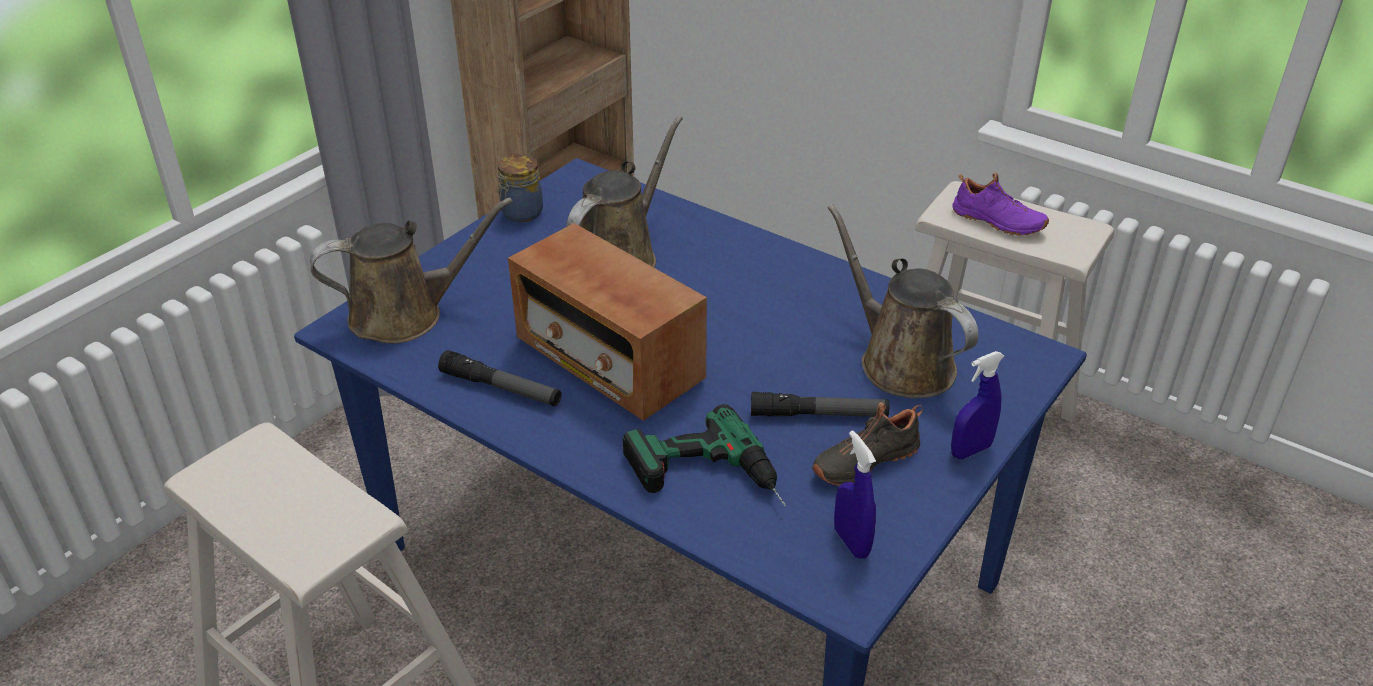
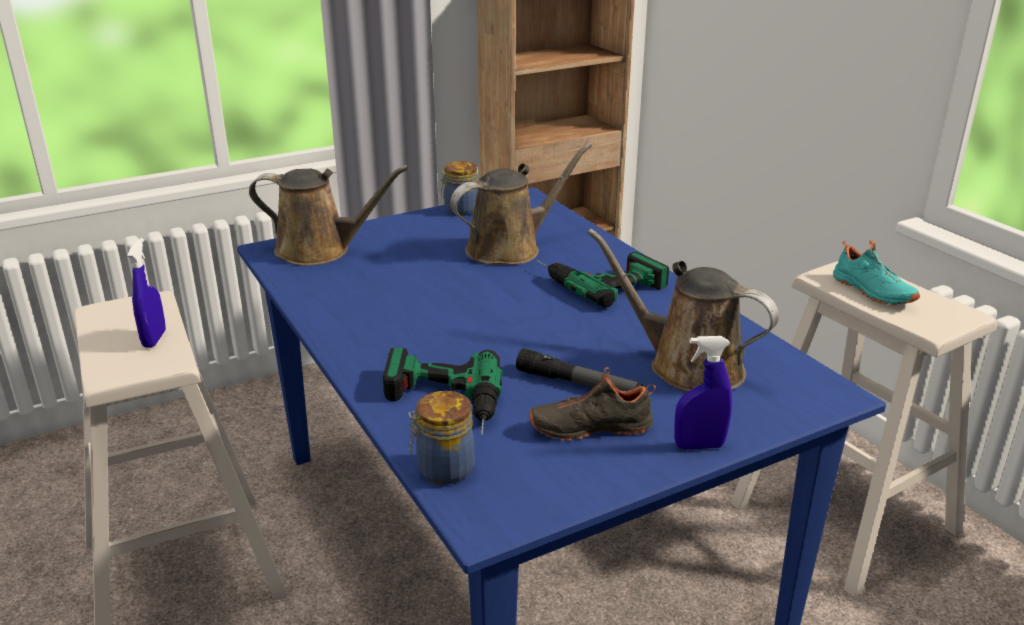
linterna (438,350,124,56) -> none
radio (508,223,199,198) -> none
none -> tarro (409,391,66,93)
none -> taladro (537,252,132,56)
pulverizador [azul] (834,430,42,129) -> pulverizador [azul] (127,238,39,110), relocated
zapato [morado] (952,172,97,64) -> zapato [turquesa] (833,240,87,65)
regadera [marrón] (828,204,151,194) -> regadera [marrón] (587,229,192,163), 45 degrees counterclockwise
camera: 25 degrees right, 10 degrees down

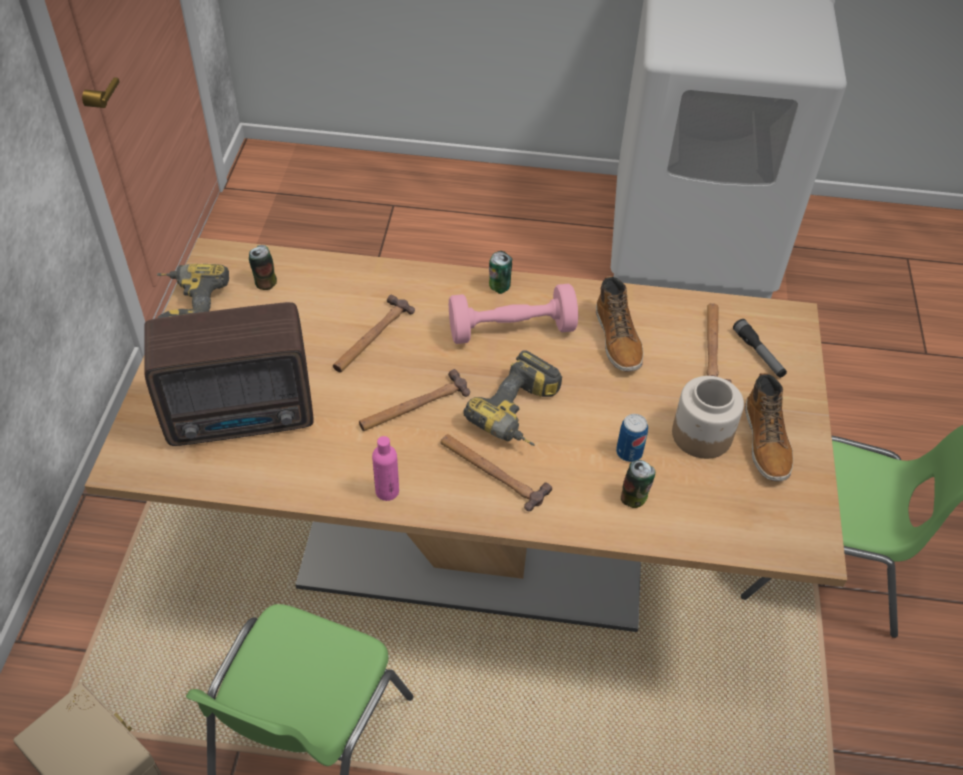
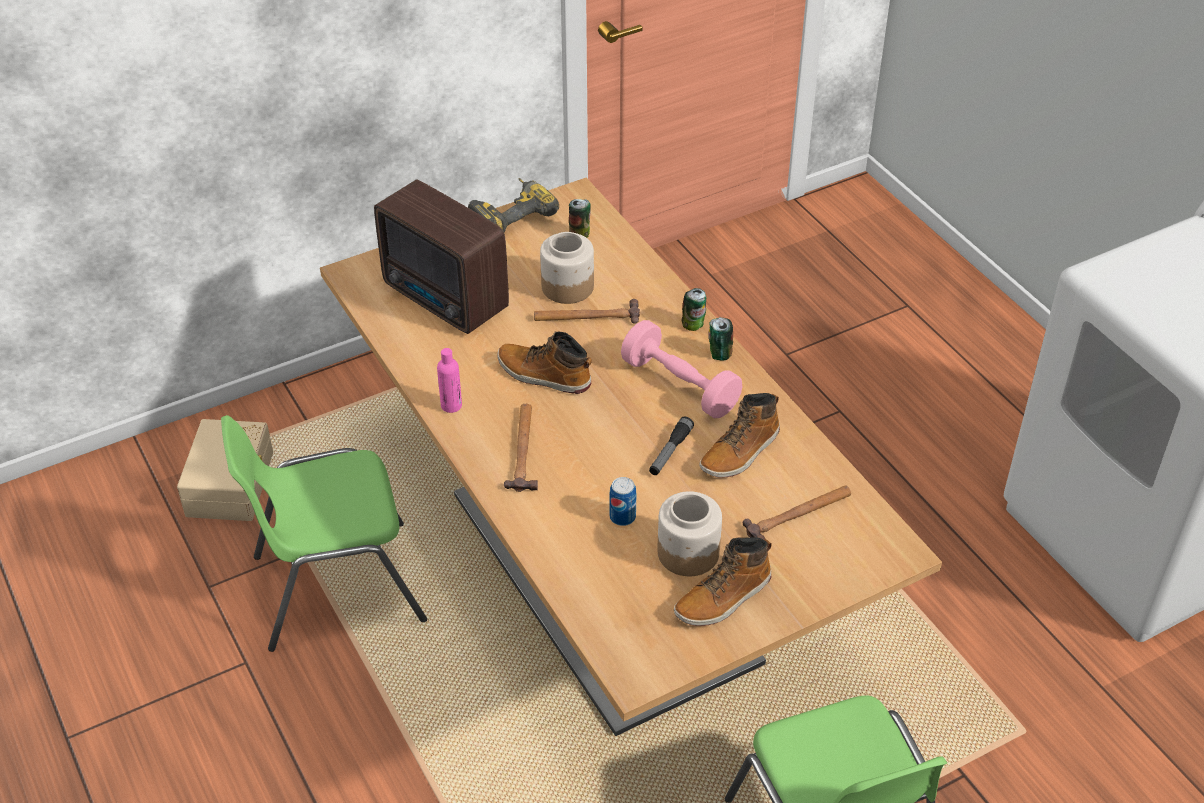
taladro (463,350,99,96) -> none
none -> tarro (540,232,54,72)
lata (621,460,34,48) -> lata (682,288,24,43), relocated
linterna (733,319,54,59) -> linterna (649,417,45,58), relocated
martillo (359,369,111,62) -> bota (497,332,95,62)
camera: 55 degrees right, 5 degrees down

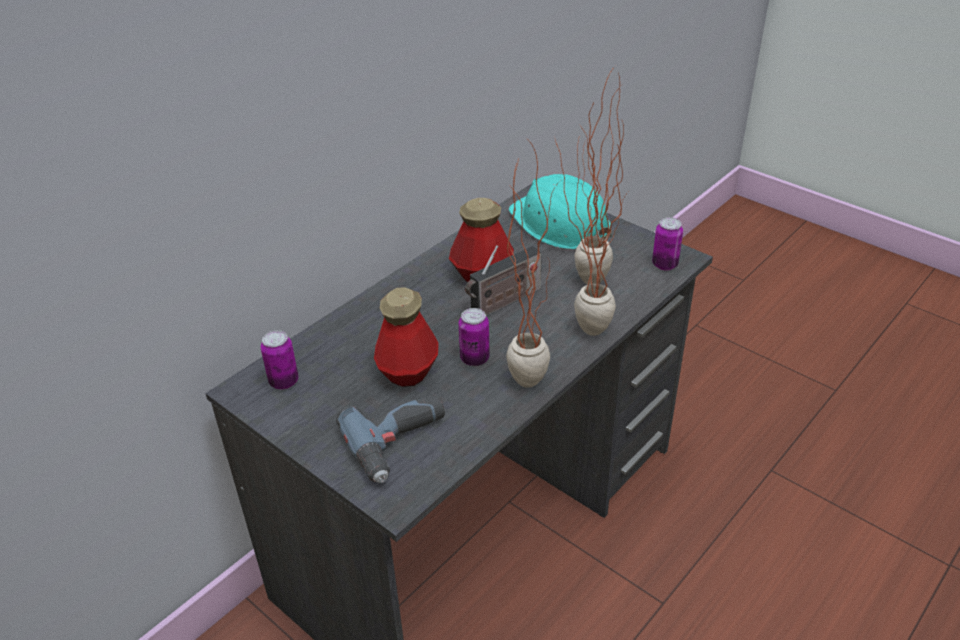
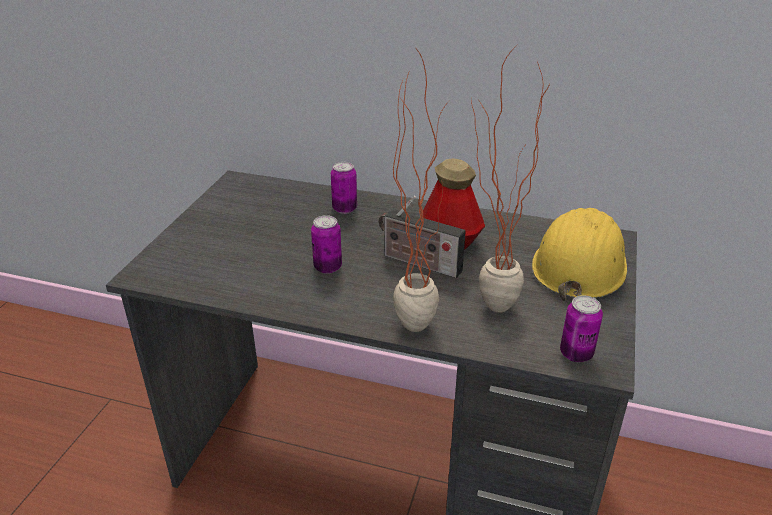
taladro (336,394,109,89) -> none
botella (374,287,65,100) -> none
planta en maceta (506,138,54,250) -> none
lata (260,330,39,59) -> lata (331,162,26,52), relocated
casco [turquesa] (509,174,103,75) -> casco [amarillo] (532,208,95,93)
camera: 65 degrees right, 5 degrees down

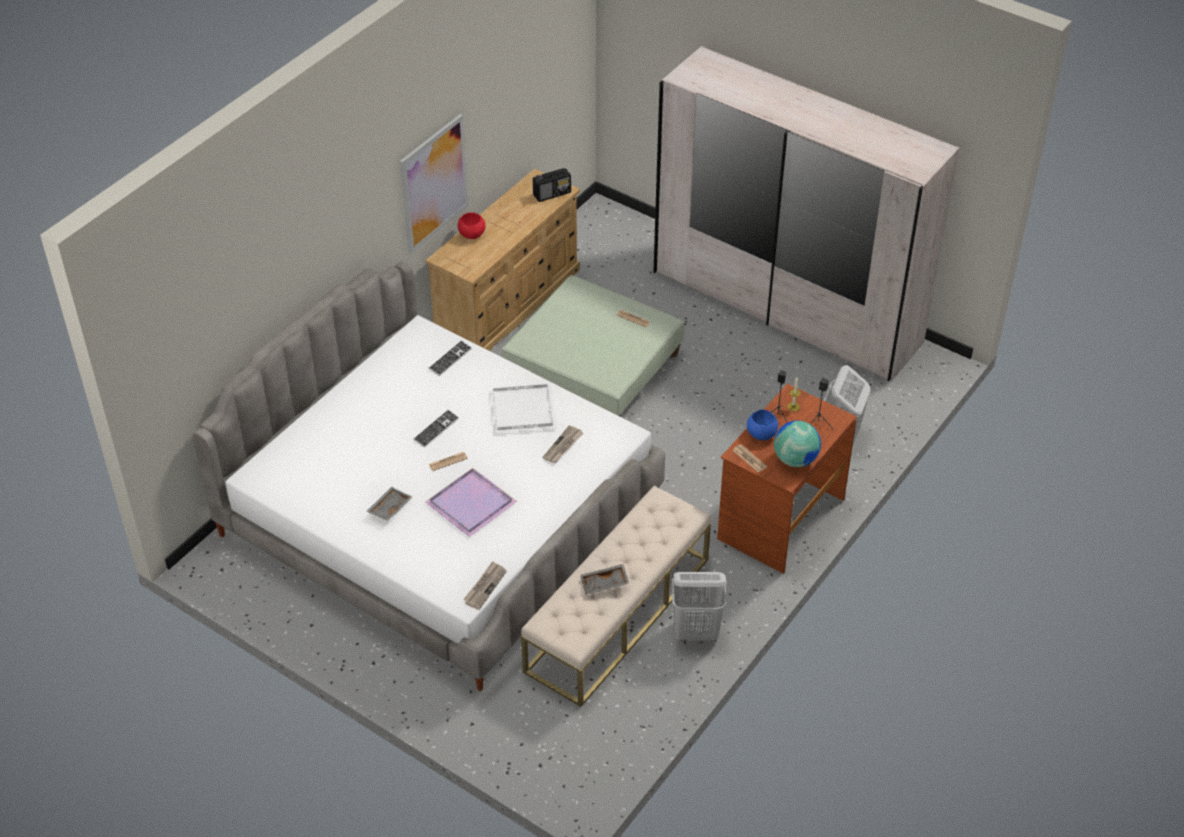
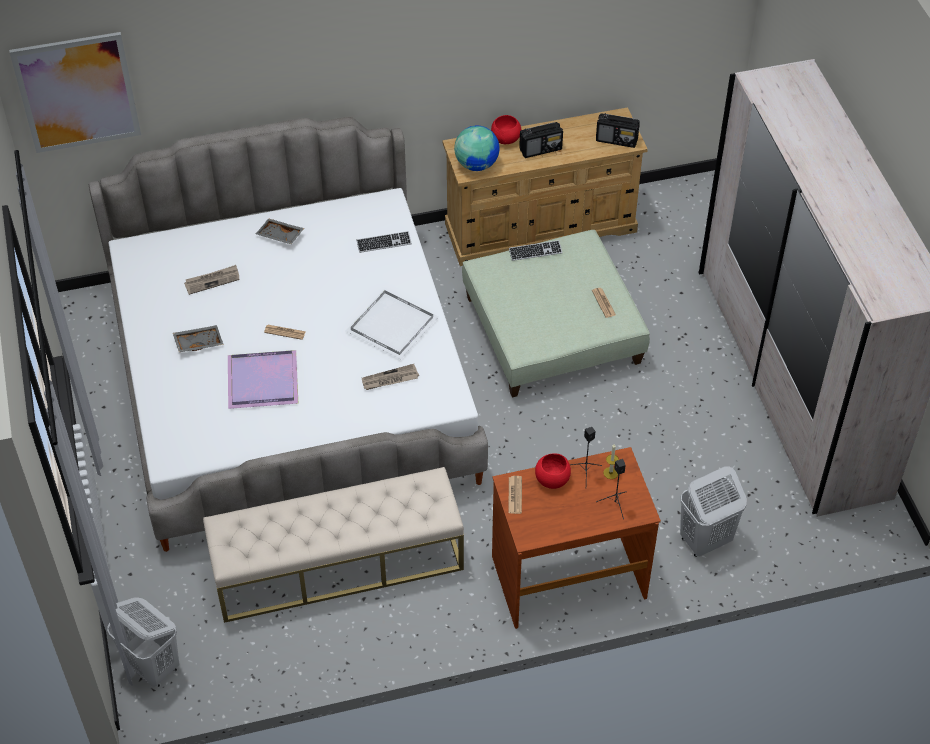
none -> radio (519,122,44,36)
cuadro (400,114,69,139) -> cuadro (9,32,132,121), relocated
teclado (413,409,46,39) -> teclado (509,240,53,21), relocated
periódico (463,561,44,49) -> periódico (184,265,56,30), relocated
bandeja [gris] (580,564,49,31) -> bandeja [gris] (255,218,49,26), relocated
cesto de la ropa [blanco] (672,572,55,69) -> cesto de la ropa [blanco] (107,597,72,90), relocated
globo terráqueo (774,421,47,46) -> globo terráqueo (454,126,46,45), relocated
cuenco [azul] (747,410,31,30) -> cuenco [rojo] (535,453,36,36)
camera: 40 degrees right, 5 degrees up

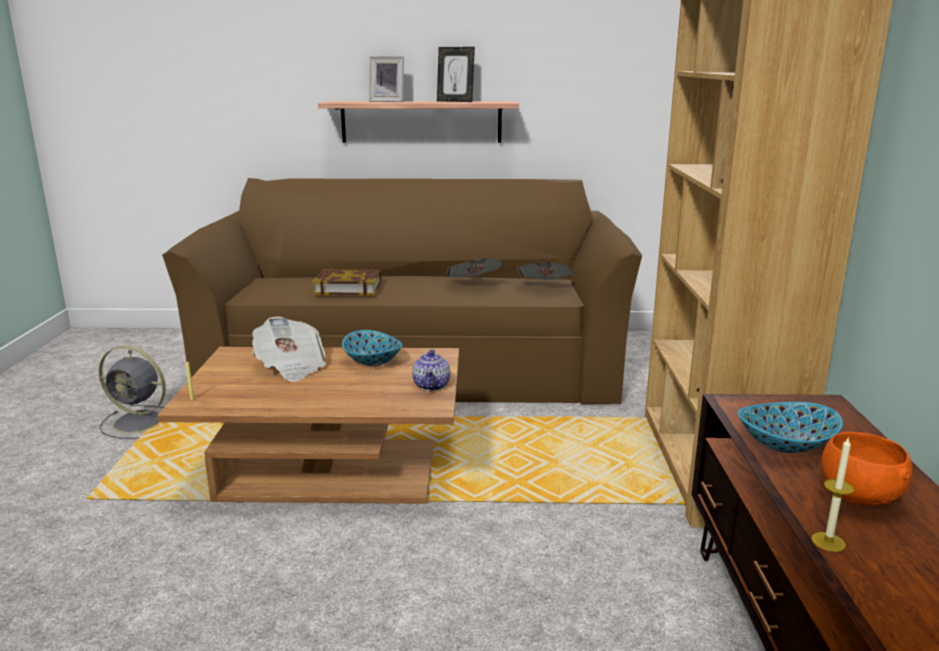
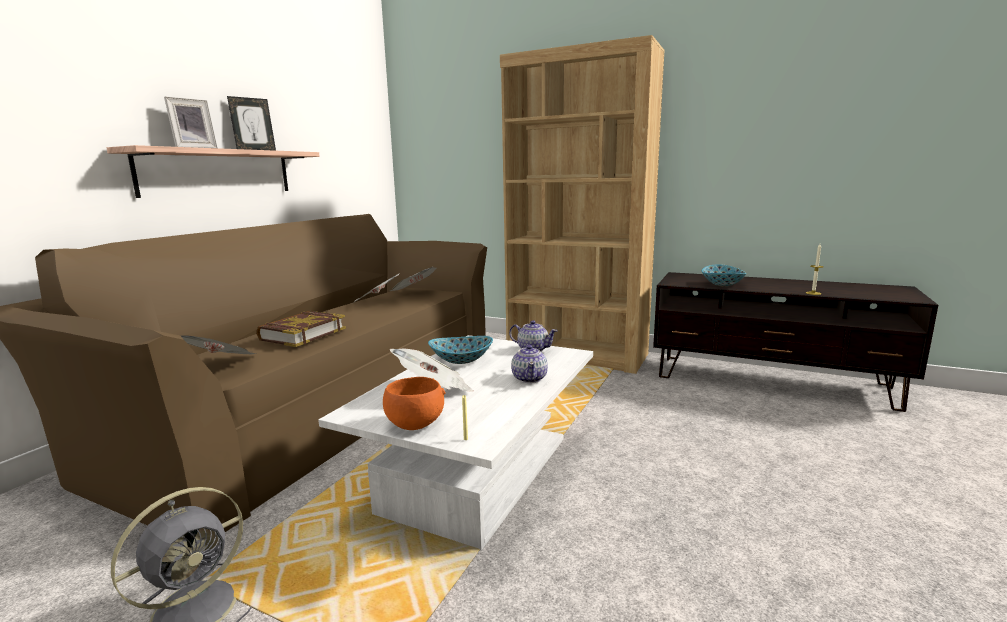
none -> periódico (180,335,77,19)
none -> tetera (511,345,37,38)
cuenco [naranja] (821,432,91,74) -> cuenco [naranja] (383,377,63,53), relocated
mesa de centro [marrón] (157,347,302,157) -> mesa de centro [blanco] (318,335,275,216)
camera: 65 degrees left, 5 degrees down

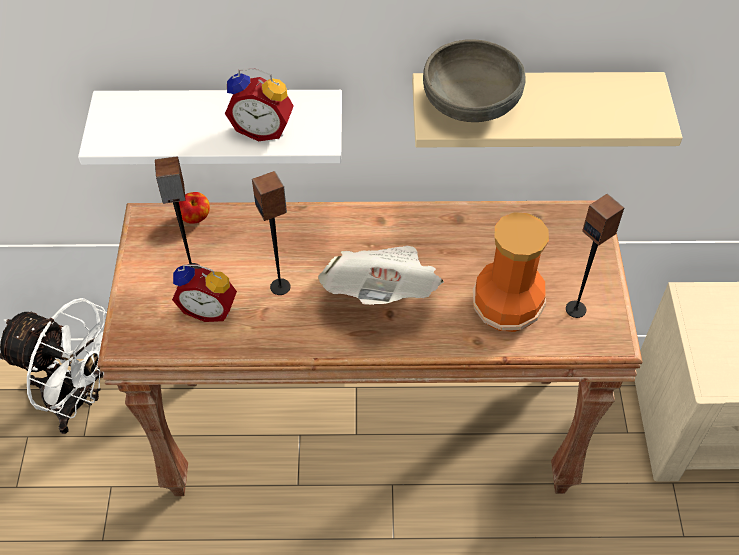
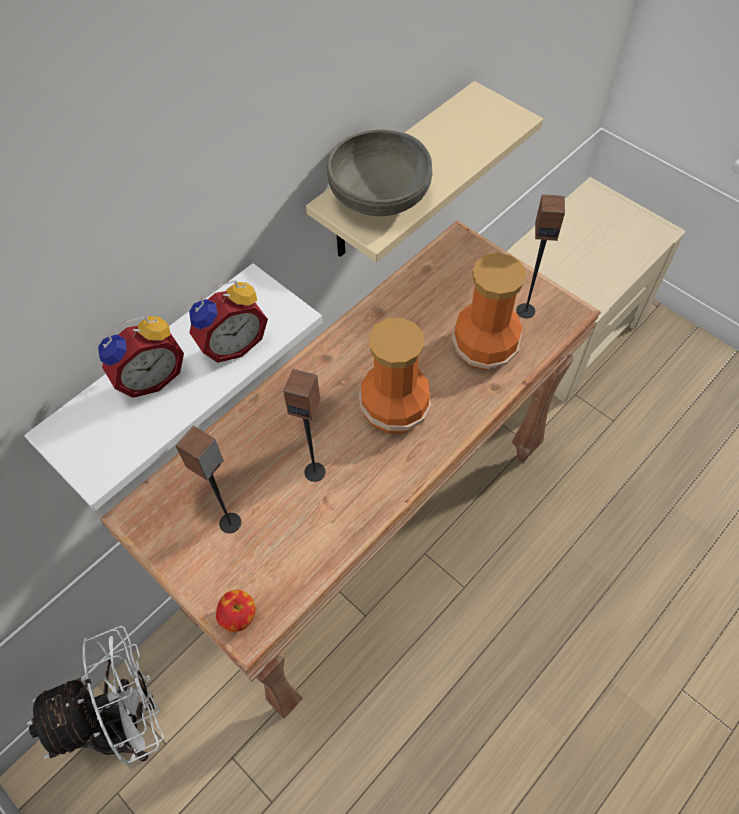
despertador (172,265,65,57) -> despertador (98,315,86,83), relocated
manzana (179,192,31,32) -> manzana (216,590,39,42), relocated
periódico (318,245,126,60) -> florero (359,318,72,116)
camera: 45 degrees left, 5 degrees up

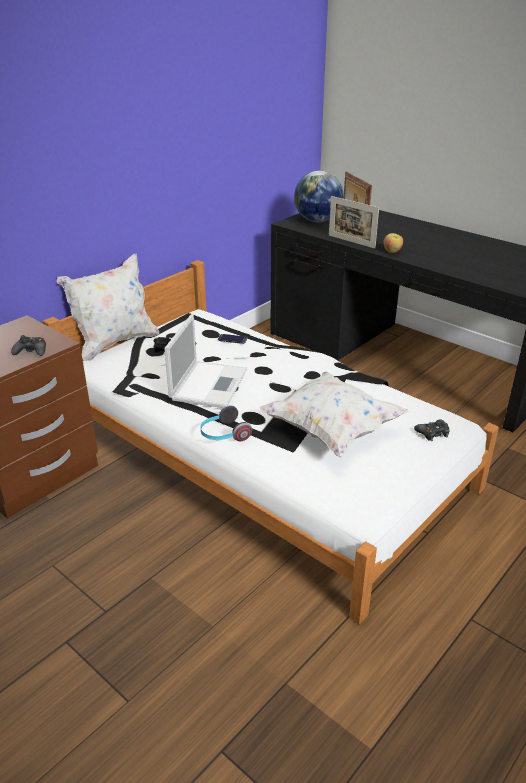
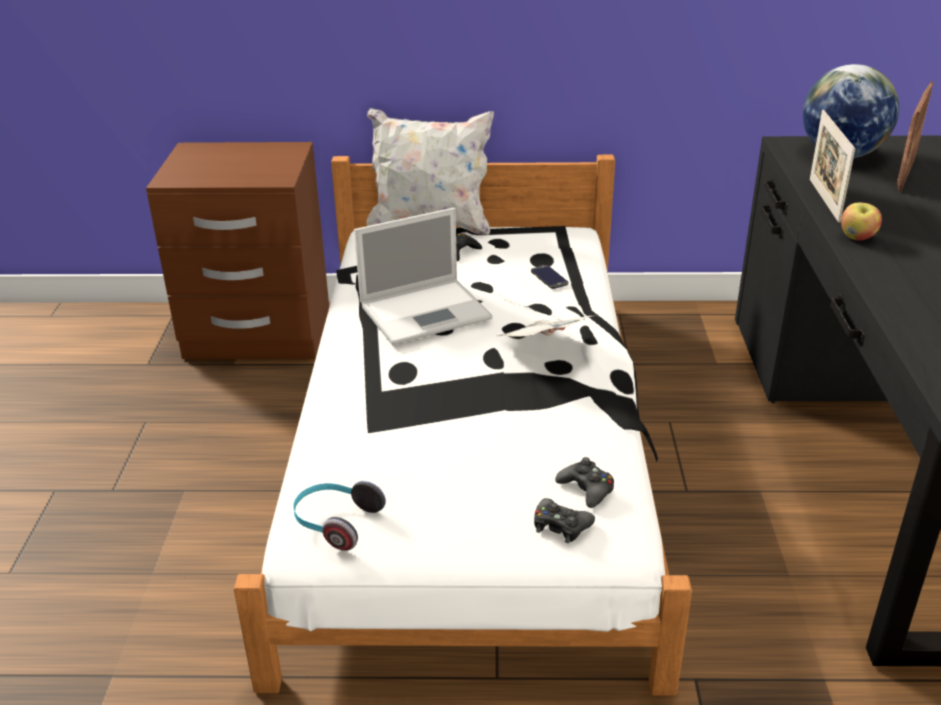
cojín [blanco] (260,371,148,86) -> none
none -> periódico (496,315,102,22)
mando de consola [negro] (11,335,35,21) -> mando de consola [negro] (555,457,59,51), relocated
auriculares (200,405,52,36) -> auriculares (293,481,93,70), relocated
camera: 50 degrees right, 0 degrees up

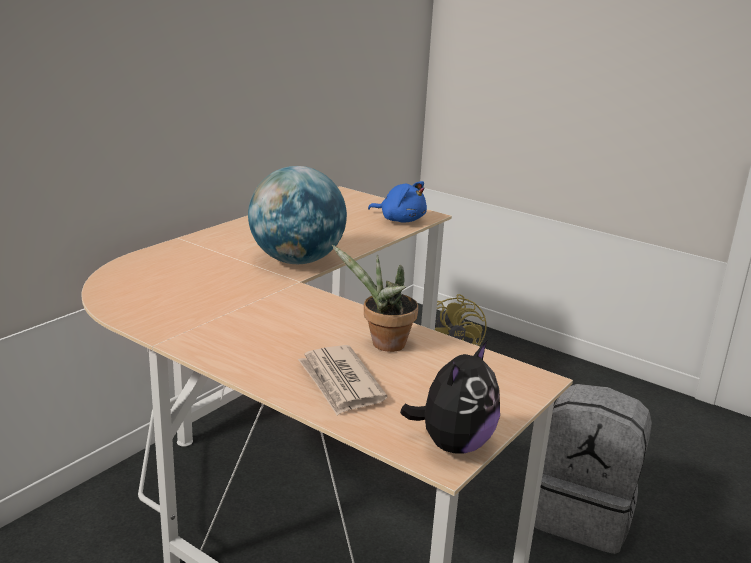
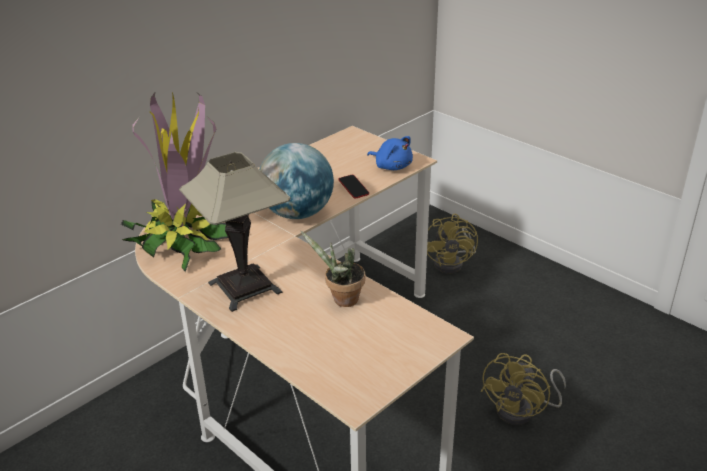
periódico (298,345,89,70) -> none
peluche (400,341,100,112) -> none
none -> planta en maceta (121,91,107,181)
none -> lámpara de mesa (179,152,112,160)
none -> móvil (339,175,30,24)
mochila [gris] (534,384,118,170) -> ventilador [amarillo] (481,353,85,72)
camera: 10 degrees right, 10 degrees up

